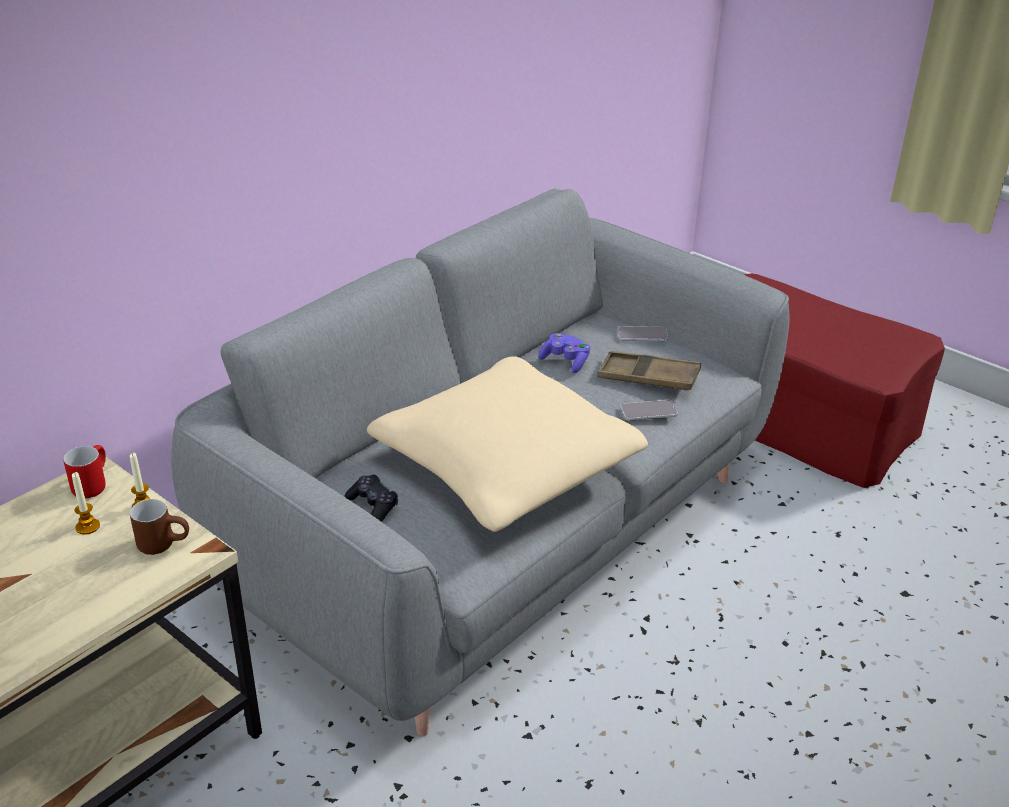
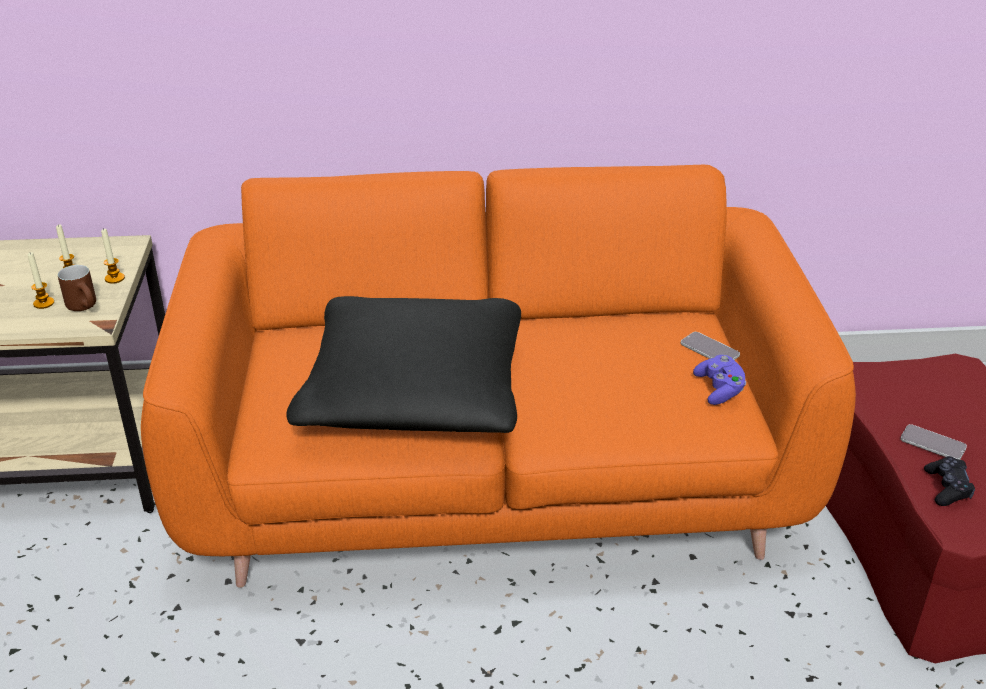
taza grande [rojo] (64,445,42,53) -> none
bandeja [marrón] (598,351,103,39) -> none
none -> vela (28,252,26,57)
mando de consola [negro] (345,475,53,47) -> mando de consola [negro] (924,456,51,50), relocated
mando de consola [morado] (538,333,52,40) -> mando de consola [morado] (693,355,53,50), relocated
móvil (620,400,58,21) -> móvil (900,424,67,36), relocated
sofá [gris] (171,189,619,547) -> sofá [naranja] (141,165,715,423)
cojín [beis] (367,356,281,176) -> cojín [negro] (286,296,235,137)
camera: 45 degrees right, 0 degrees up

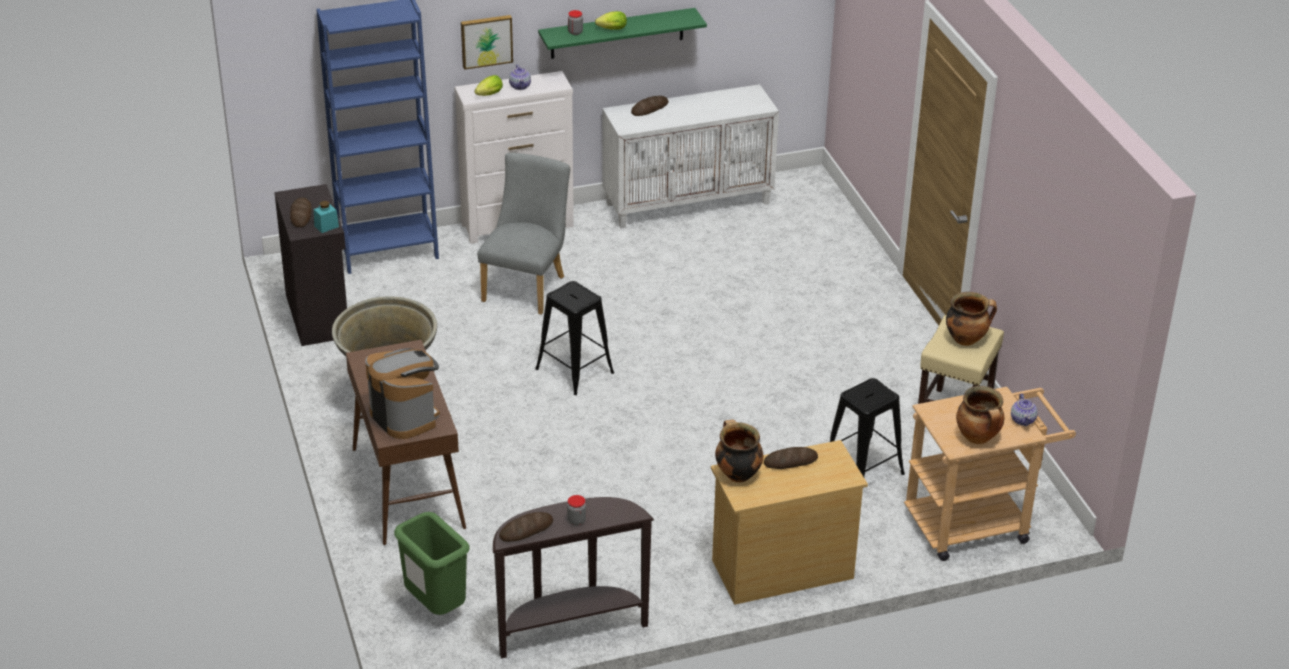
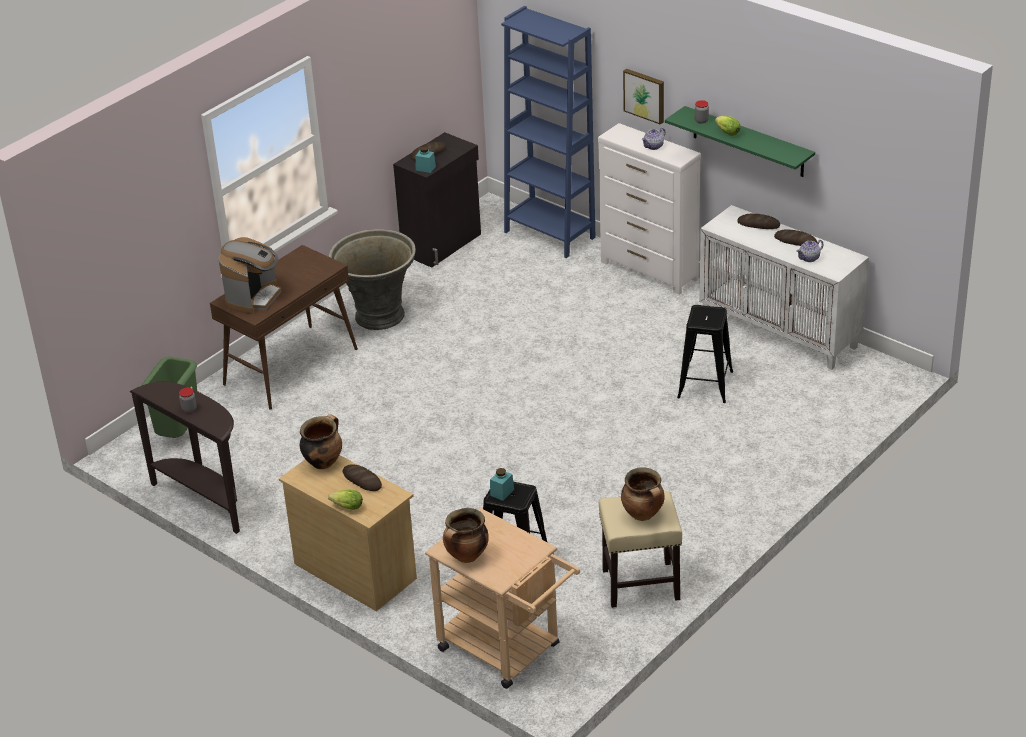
silla [gris] (477,153,93,162) -> none
none -> tarro [turquesa] (490,468,24,33)
lechuga (475,75,28,21) -> lechuga (328,490,35,20), relocated
pan (499,512,54,30) -> pan (774,229,43,17), relocated
taburete [negro] (535,281,79,114) -> taburete [negro] (677,305,56,98), relocated
tetera (1011,393,27,33) -> tetera (796,240,27,22), relocated
camera: 60 degrees right, 0 degrees up

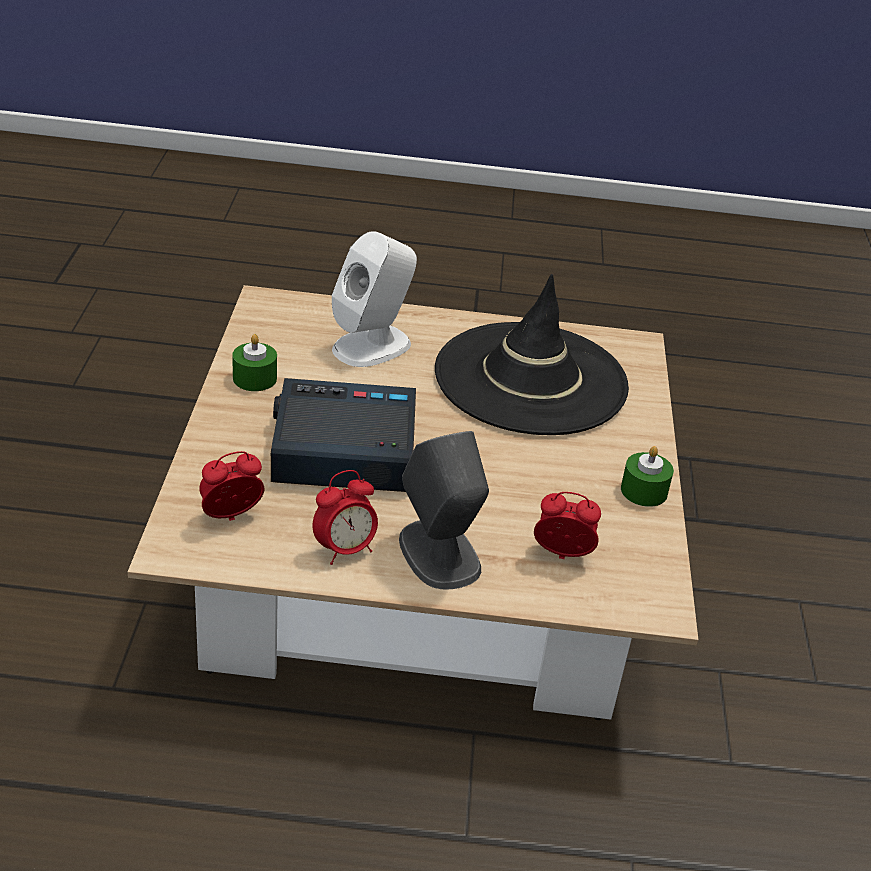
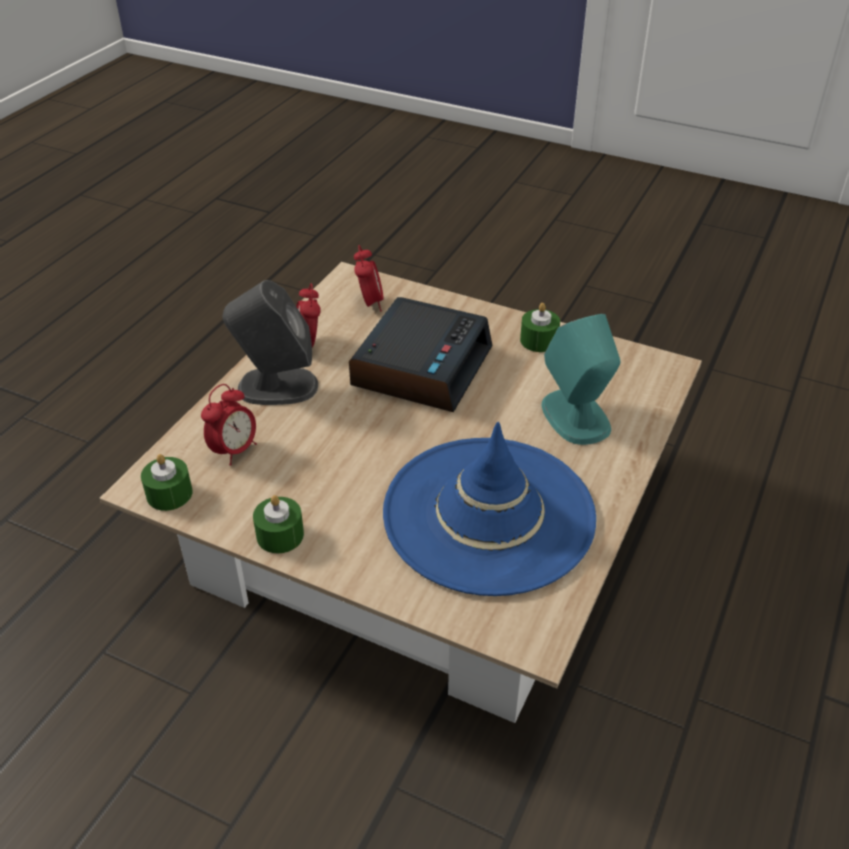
none -> vela [verde] (141,454,52,57)
altavoz [blanco] (332,231,85,136) -> altavoz [turquesa] (542,314,79,131)
sombrero [negro] (435,274,194,161) -> sombrero [azul] (383,422,213,174)
camera: 115 degrees right, 5 degrees up

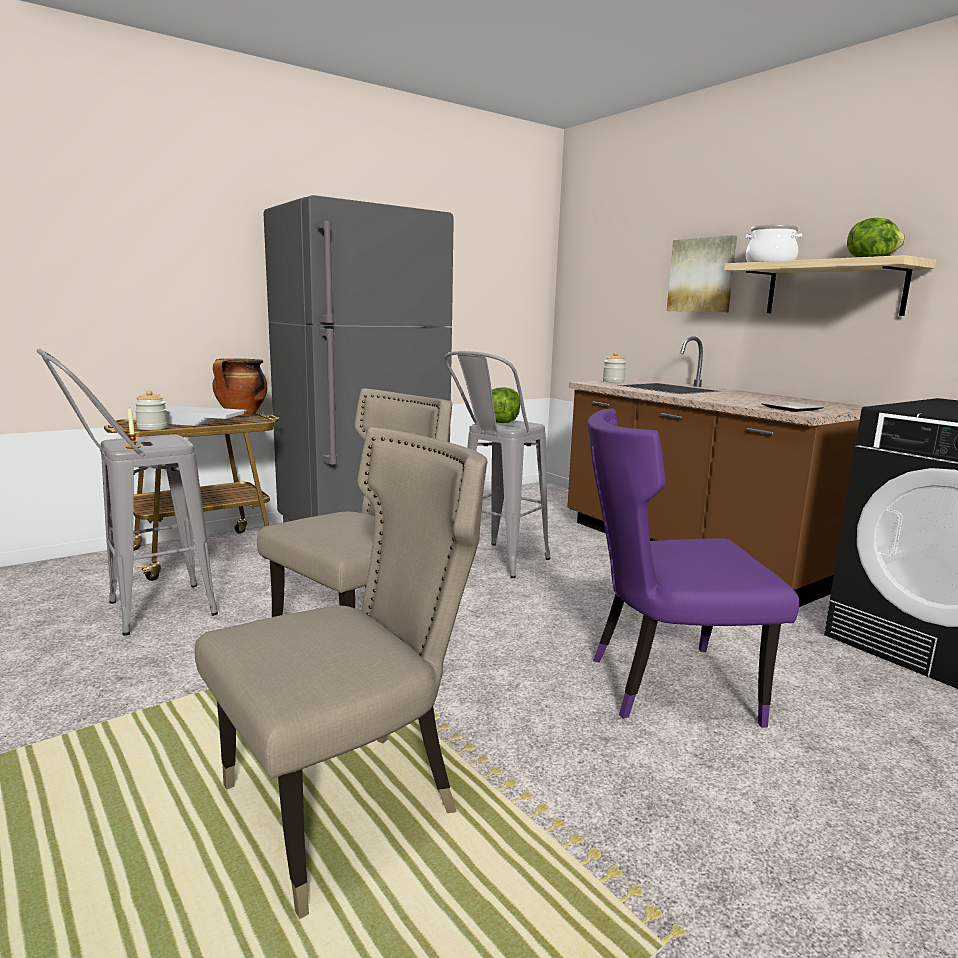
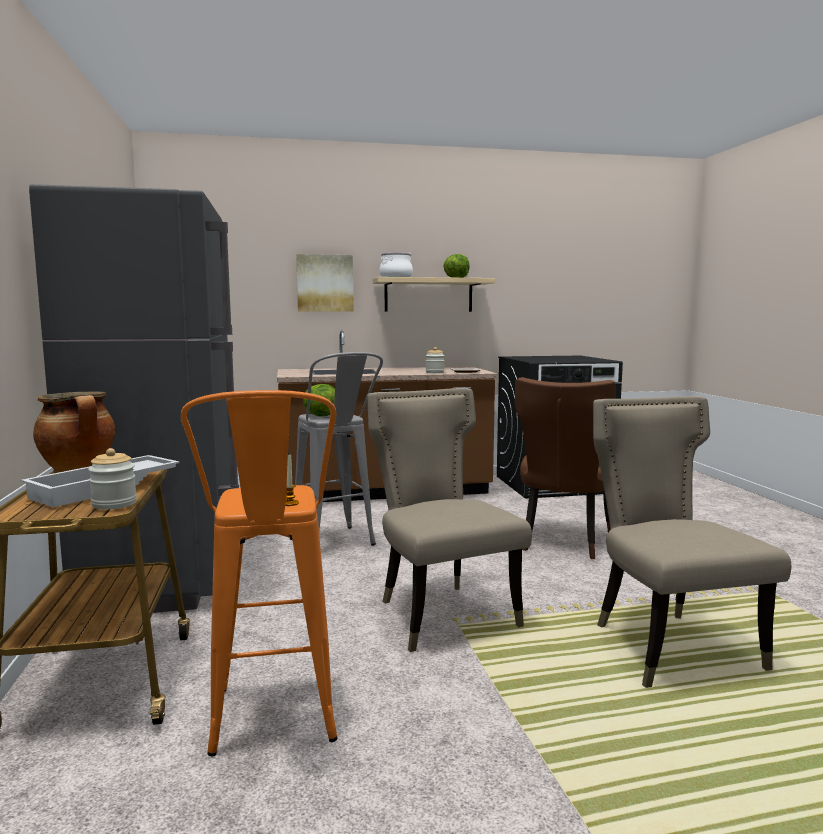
tarro (603,352,23,31) -> tarro (426,347,18,26), relocated
taburete [gris] (37,348,181,288) -> taburete [naranja] (180,390,157,366)
silla [morado] (587,409,212,319) -> silla [marrón] (515,377,101,182)
camera: 65 degrees left, 5 degrees down

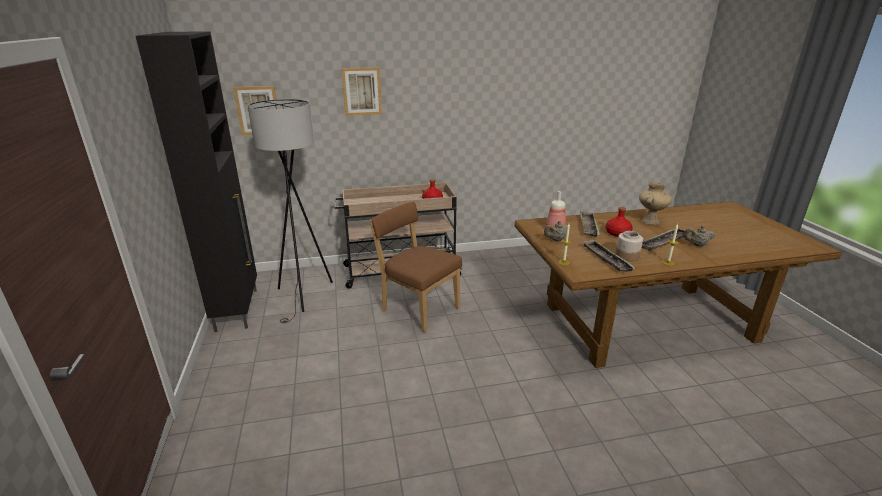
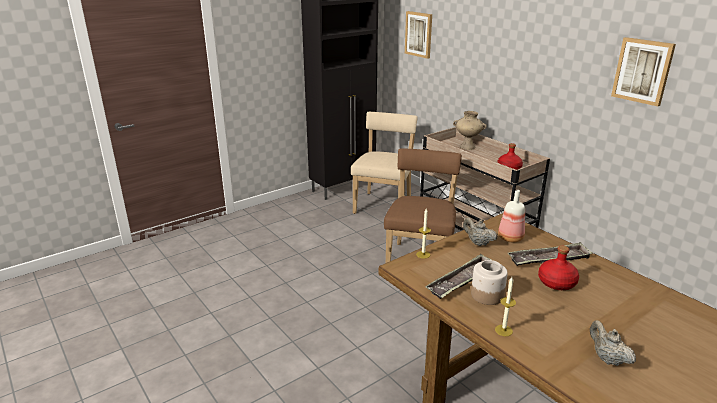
bandeja (642,229,49,22) -> none
cuadro (341,67,41,49) -> cuadro (611,37,65,69), relocated
florero [beis] (639,182,33,43) -> florero [beis] (453,111,34,39), relocated
lámpara de pie [gris] (248,99,85,224) -> silla [beis] (351,112,67,102)
camera: 65 degrees right, 0 degrees up

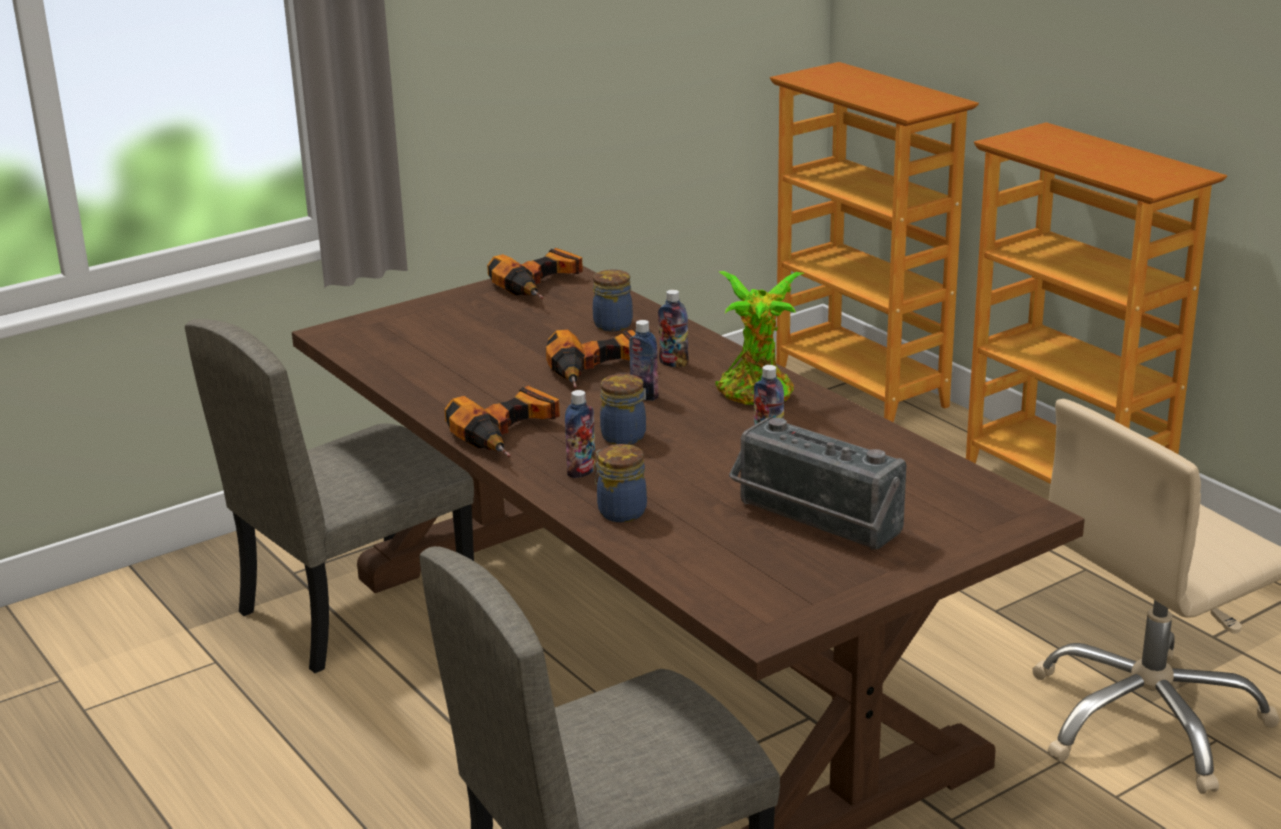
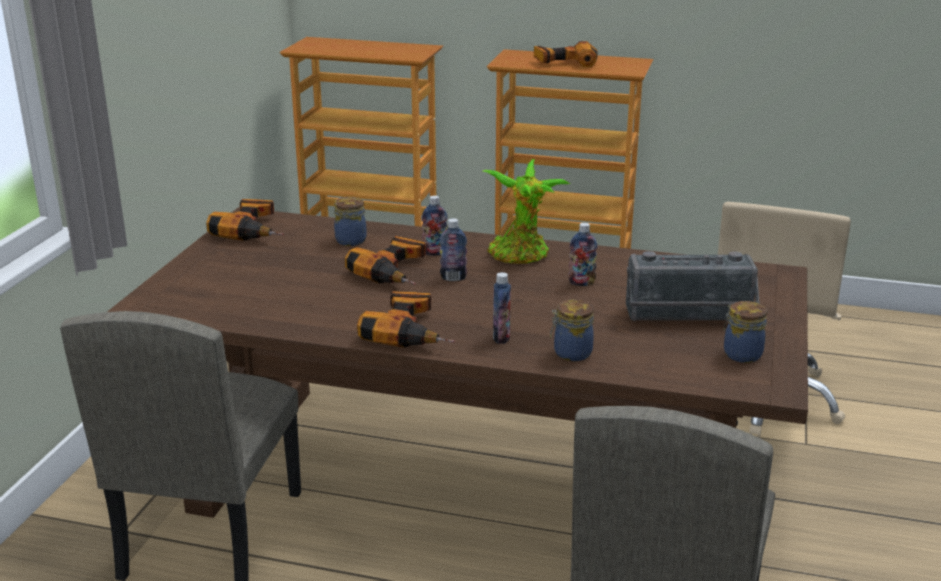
none -> taladro (534,41,64,26)
tarro (600,374,46,71) -> tarro (724,301,43,62), relocated
camera: 40 degrees left, 0 degrees up

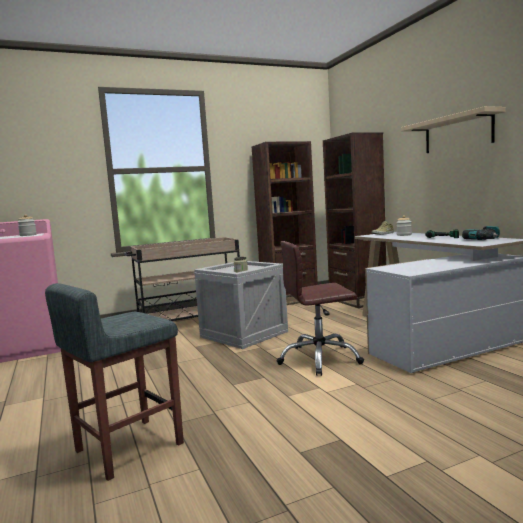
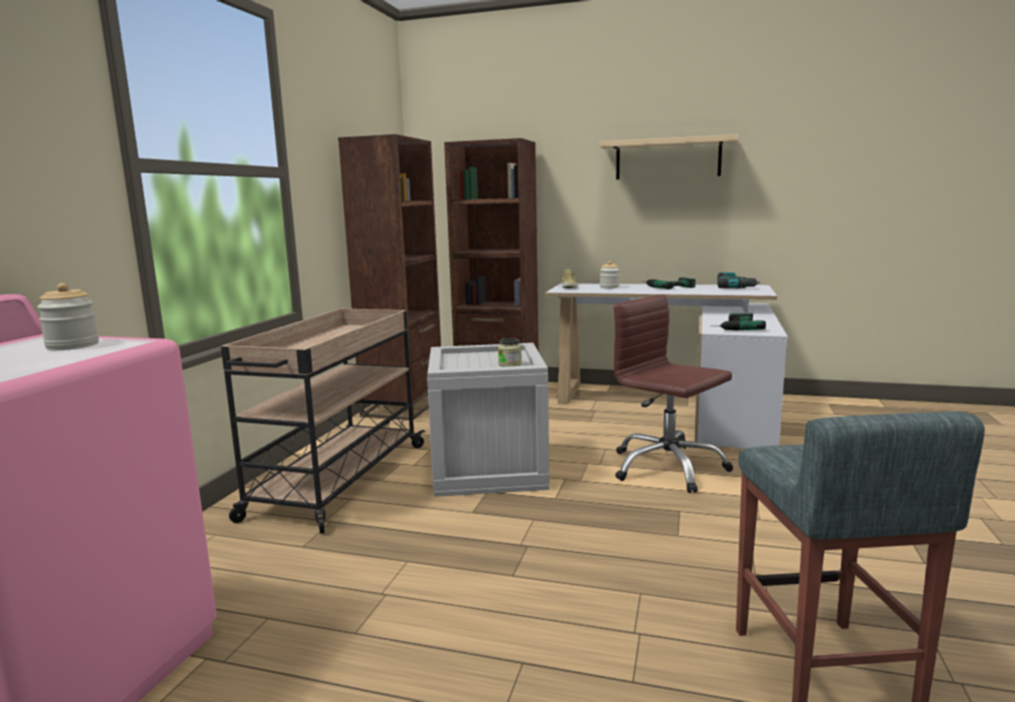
none -> taladro (718,313,48,17)
silla de oficina [marrón] (277,241,87,135) -> silla de oficina [marrón] (613,295,120,198), 105 degrees clockwise
camera: 50 degrees left, 5 degrees up

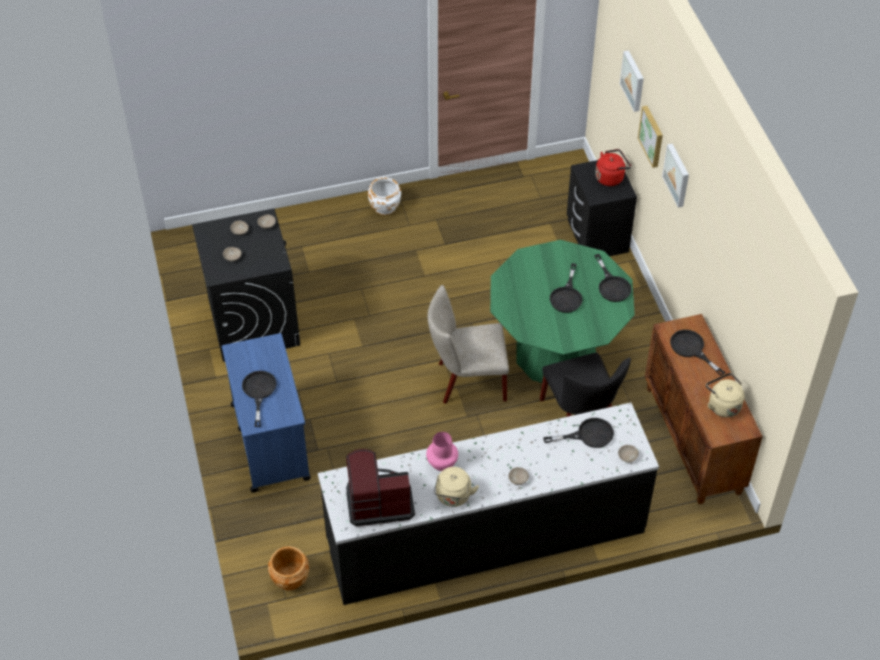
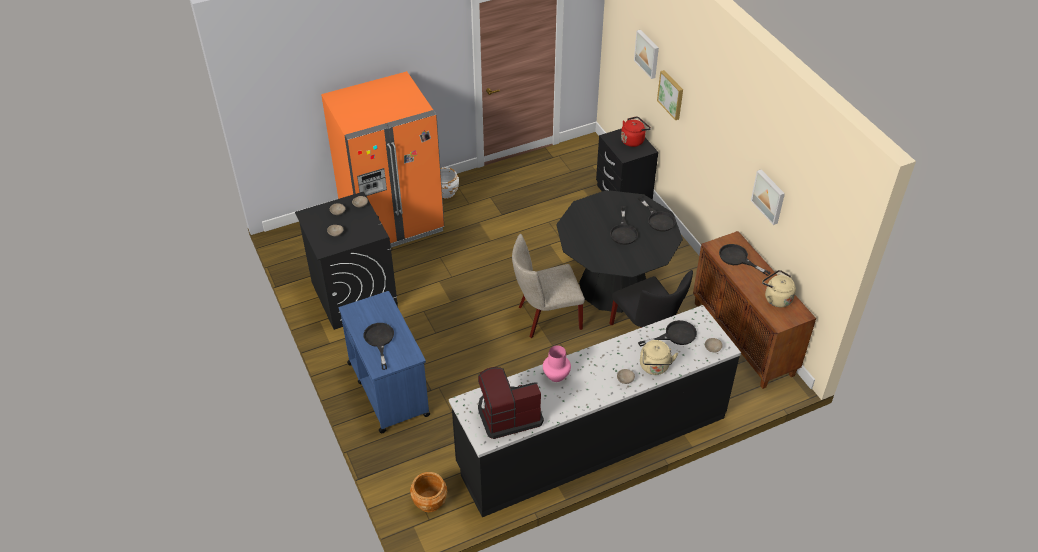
none -> nevera [naranja] (321,71,123,177)
hervidor [beis] (434,467,45,40) -> hervidor [beis] (640,340,38,35), relocated
cuadro (662,144,27,64) -> cuadro (751,170,34,55), relocated
mesa de comedor [verde] (490,240,145,145) -> mesa de comedor [negro] (556,190,127,123)
camera: 10 degrees left, 5 degrees down

